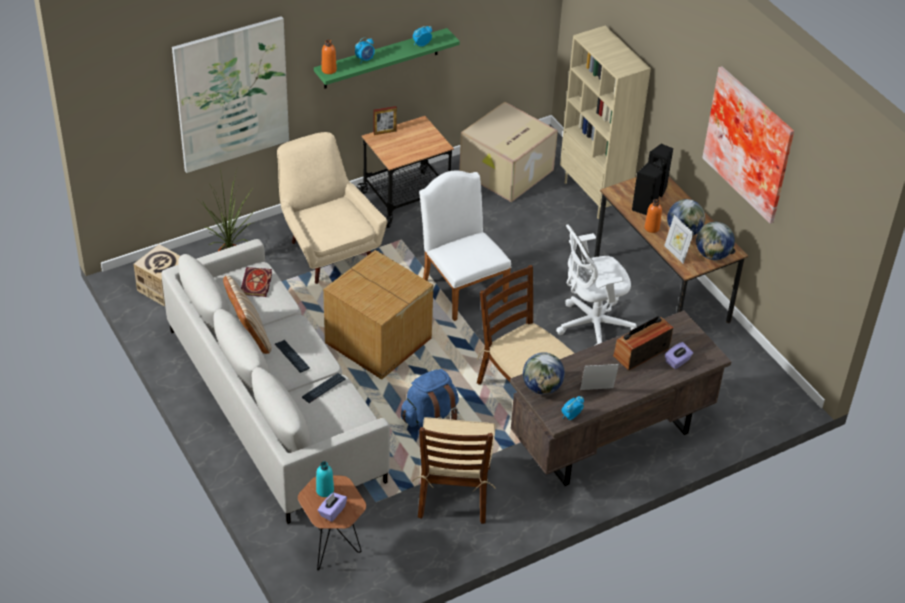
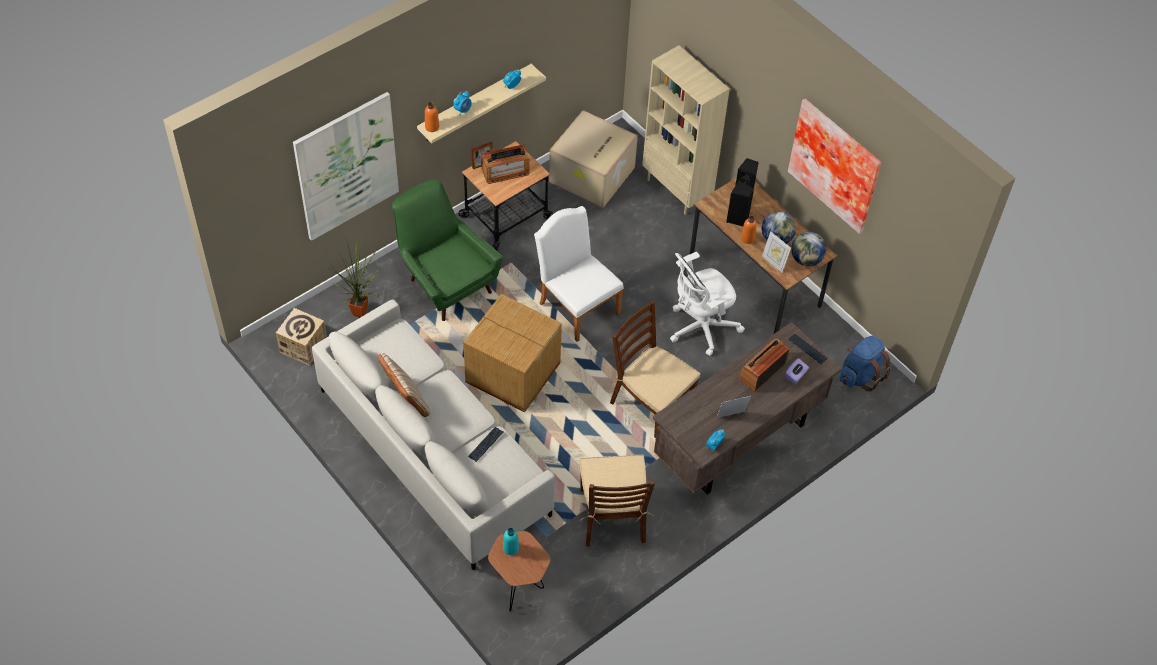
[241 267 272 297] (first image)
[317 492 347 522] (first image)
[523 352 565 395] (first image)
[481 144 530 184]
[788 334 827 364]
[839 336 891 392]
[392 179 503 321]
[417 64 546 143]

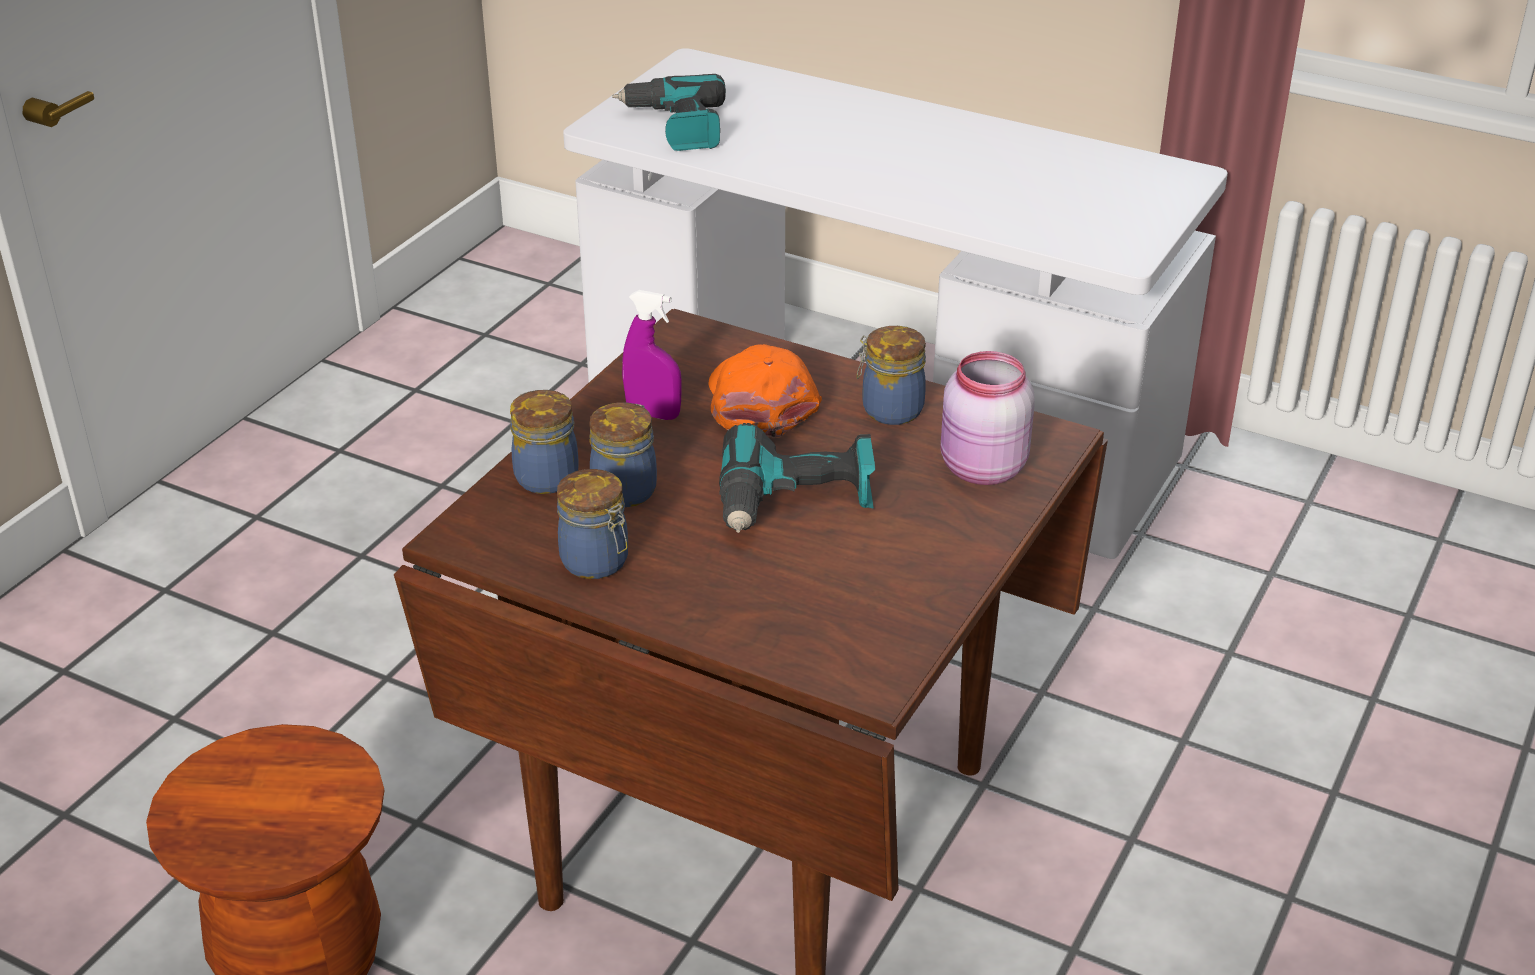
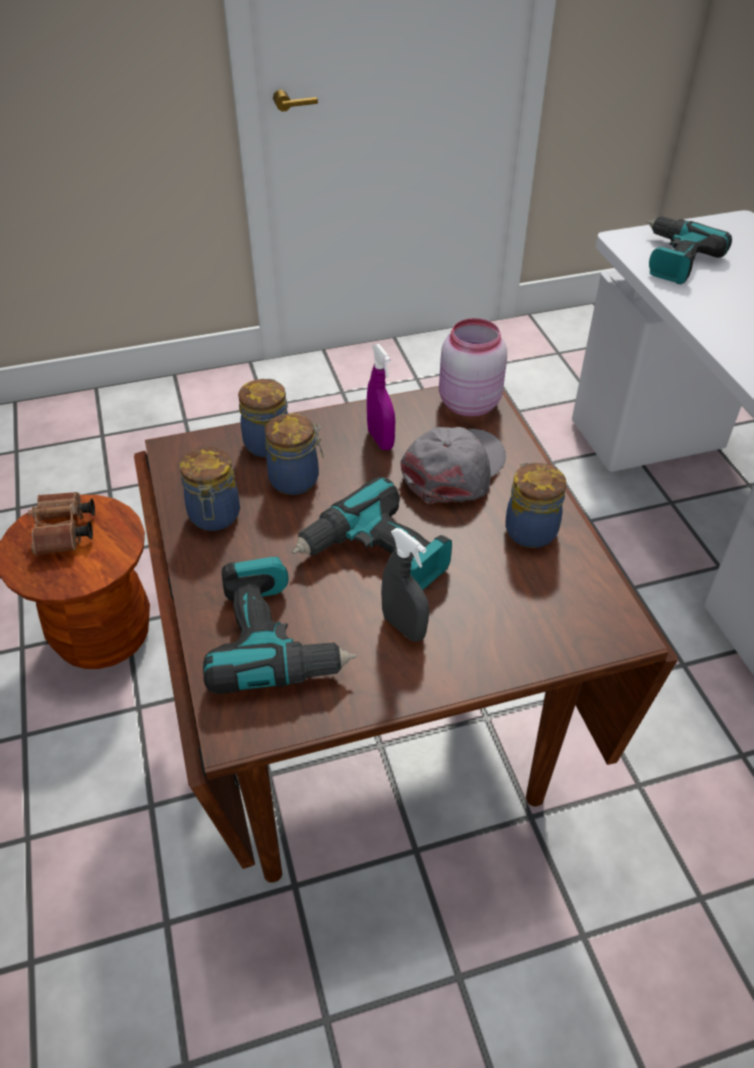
[28 492 95 555]
[203 557 357 694]
[381 528 429 642]
[439 318 507 417]
[400 427 506 504]

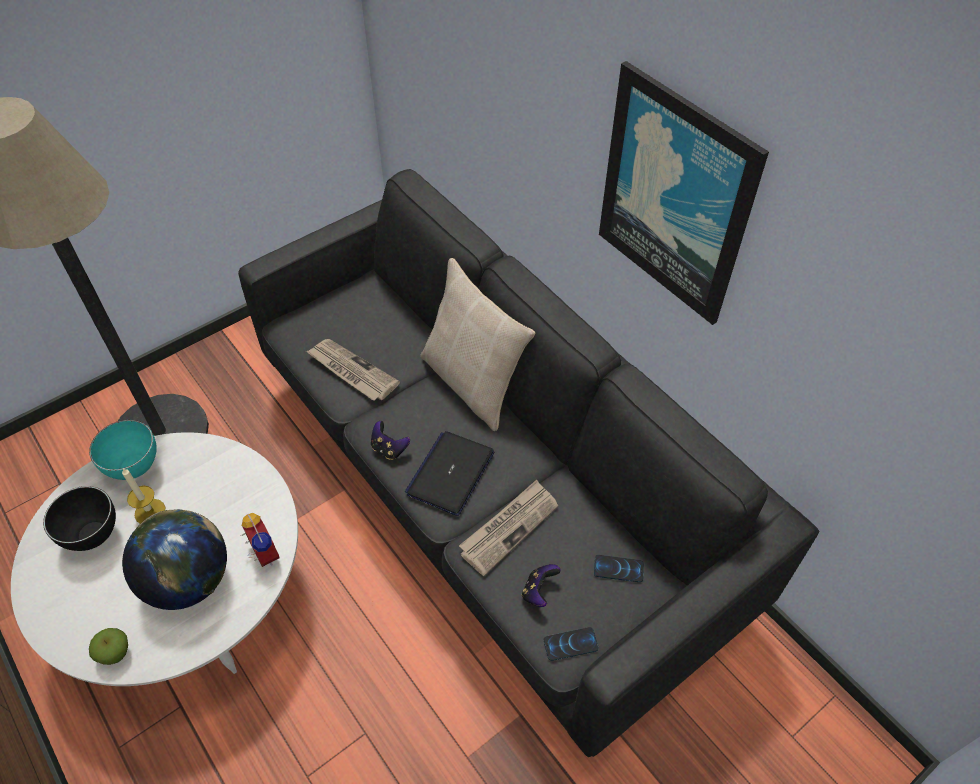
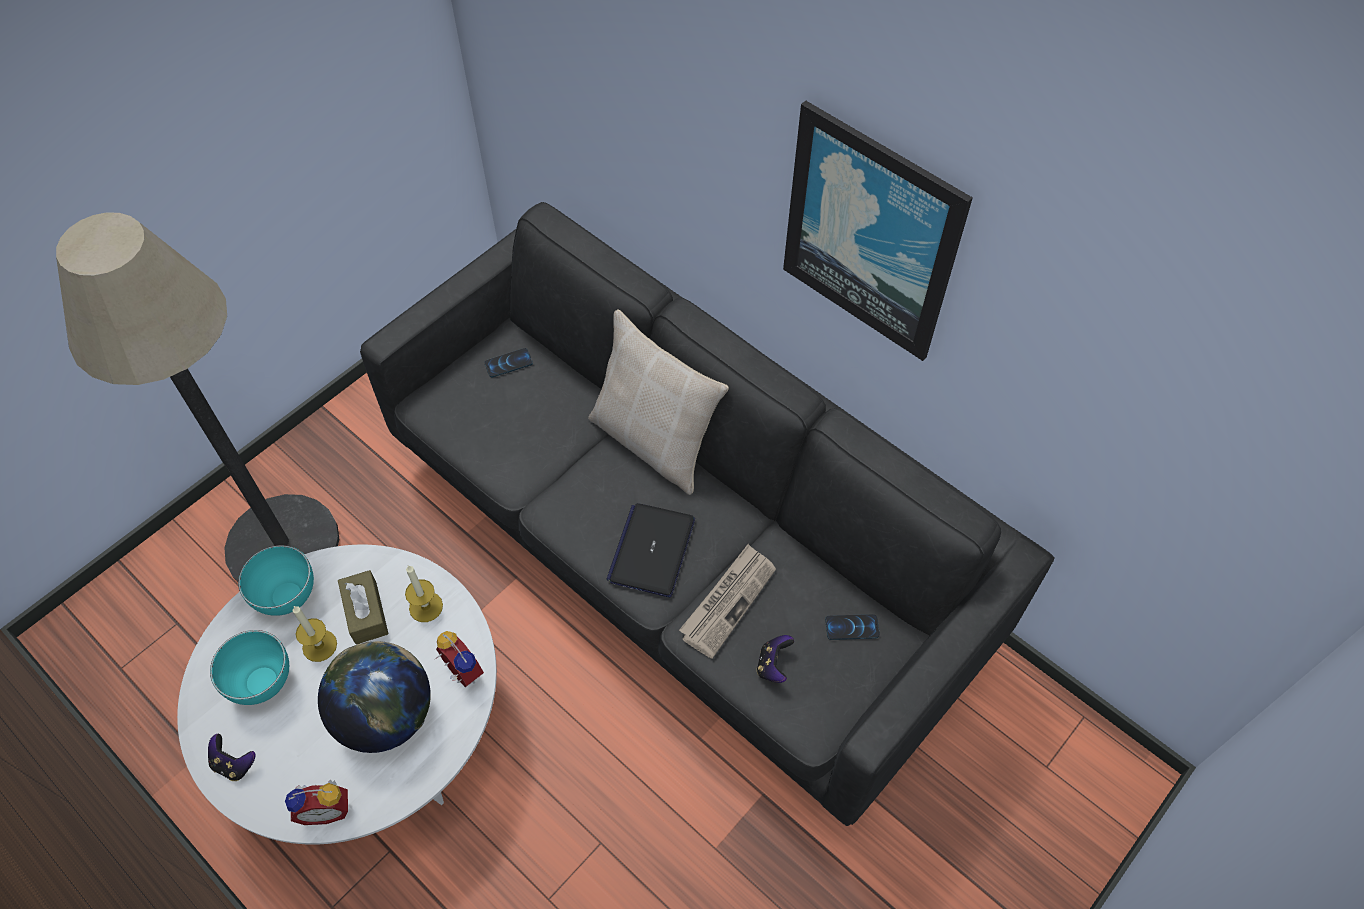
[306 339 400 401] (first image)
[338 570 389 645]
[405 565 443 622]
[208 734 256 781]
[484 348 533 377]
[285 779 348 825]
[210 630 289 705]

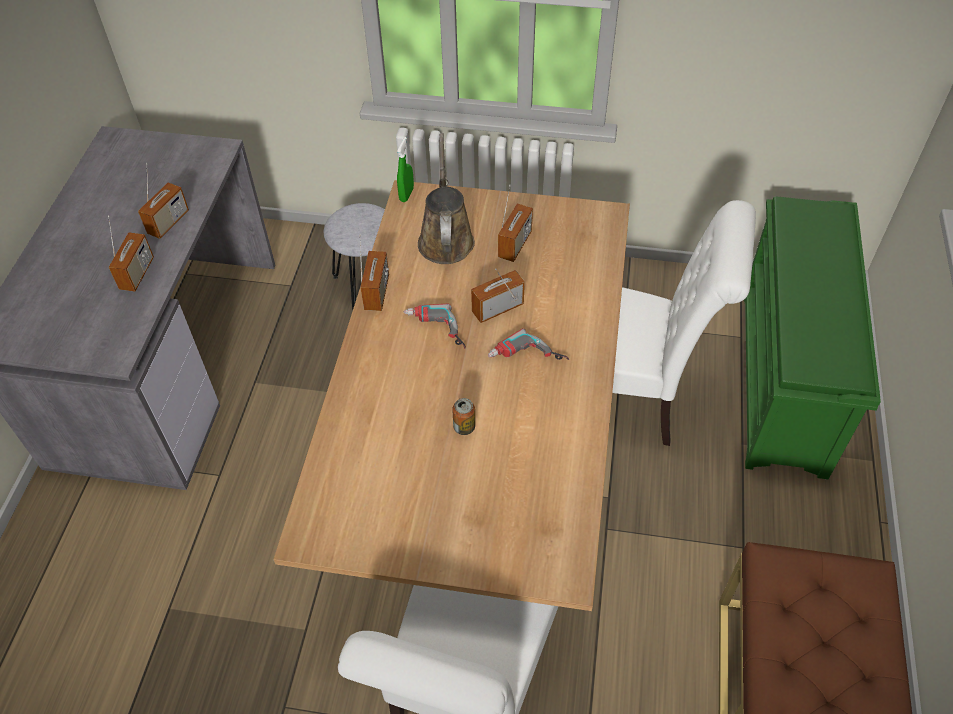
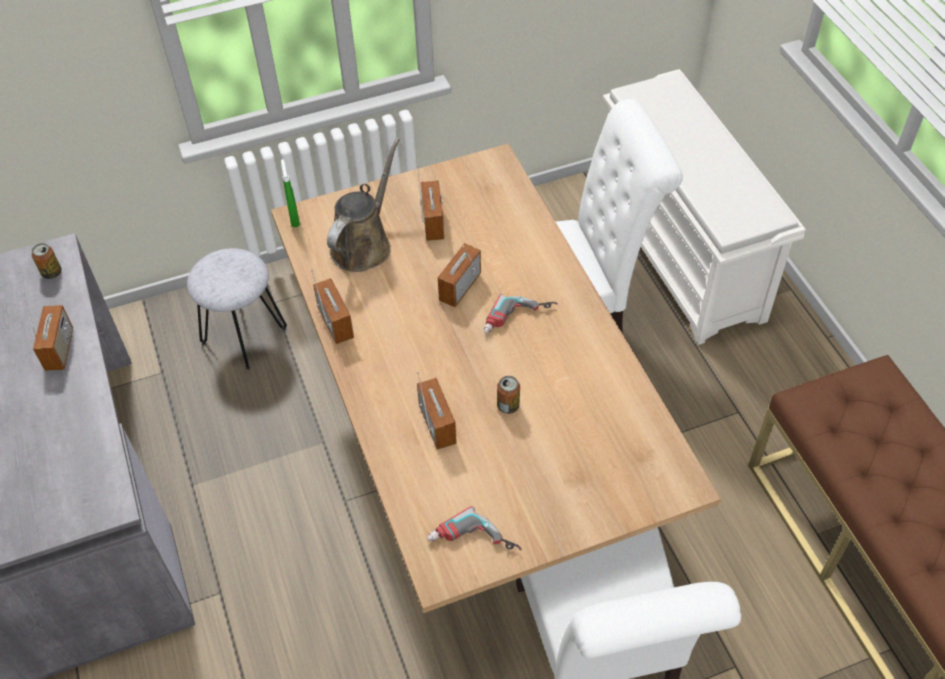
[32 243 62 279]
[417 372 457 450]
[426 506 522 550]
[603 69 806 345]
[327 138 400 272]

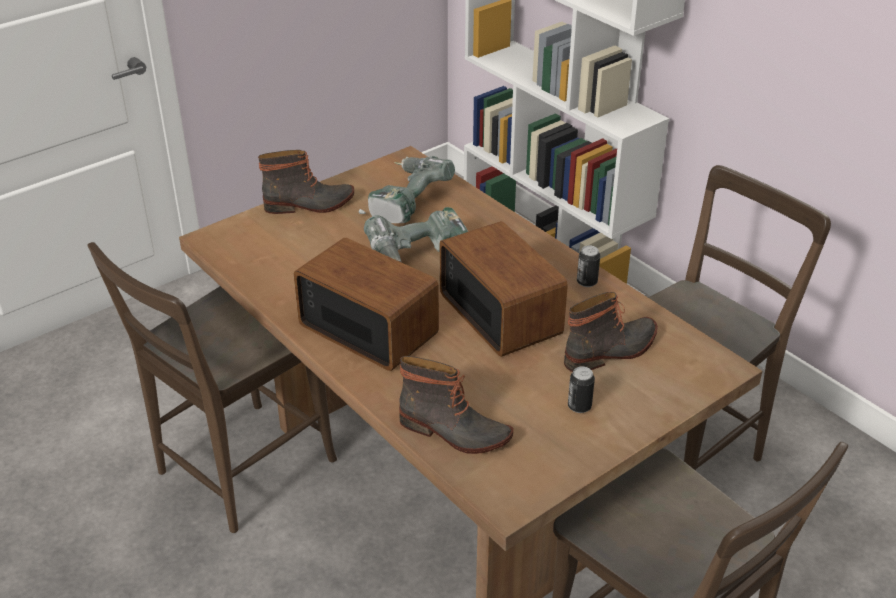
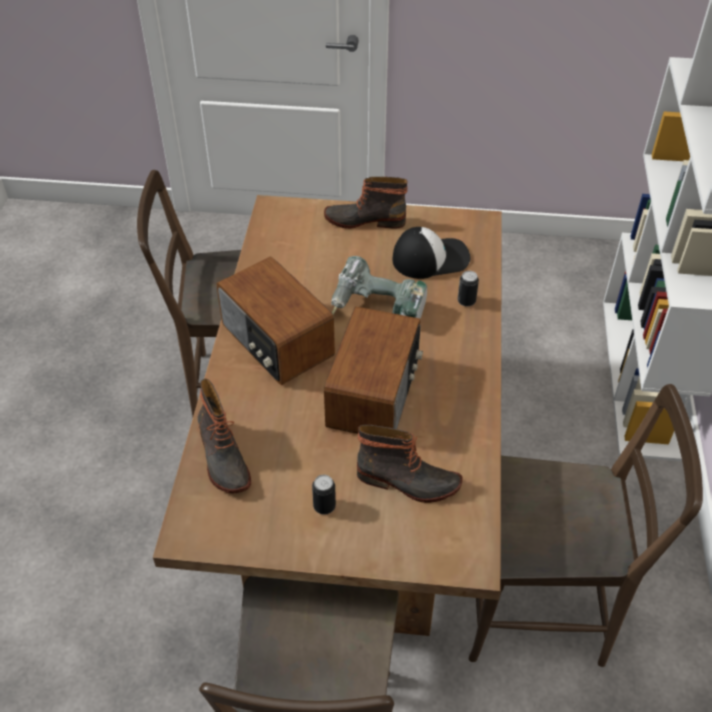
[458 271 479 306]
[392 227 471 279]
[324 177 408 229]
[216 256 335 385]

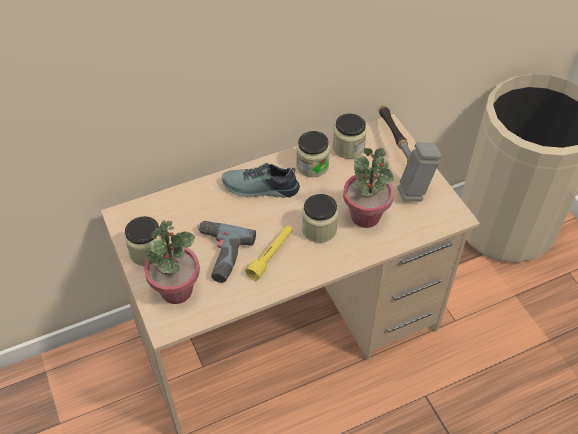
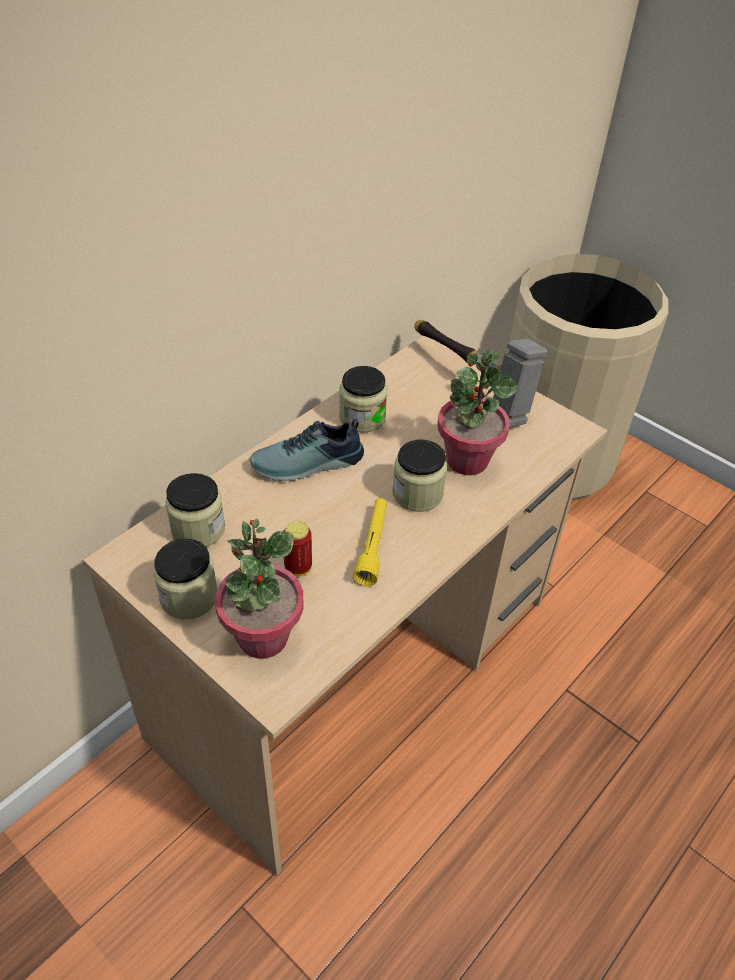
[166 473 225 547]
[284 521 312 576]

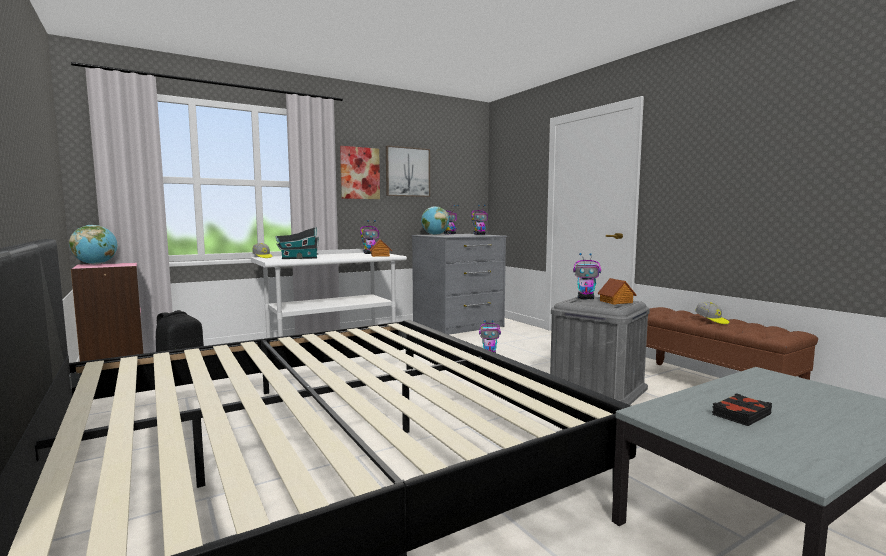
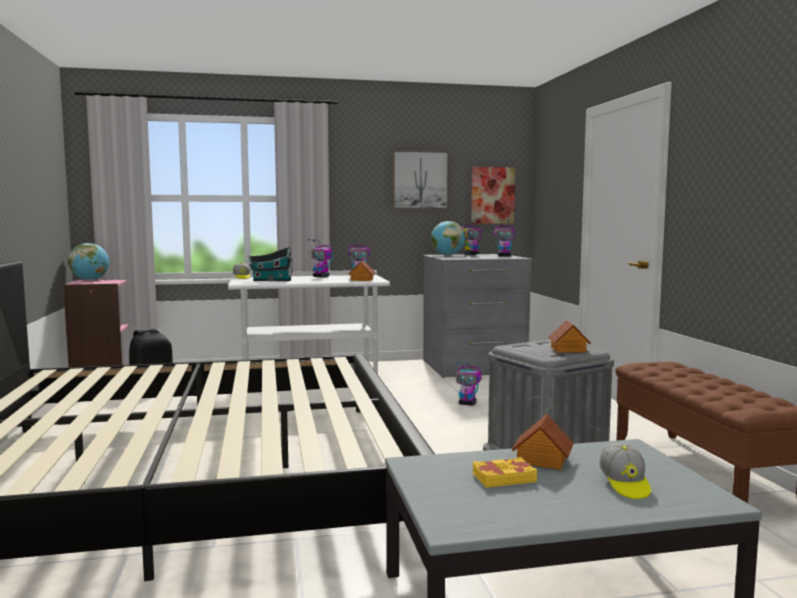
[512 414 574 470]
[471 167 515 224]
[308 239 333 278]
[600 443 651 499]
[472 457 537 488]

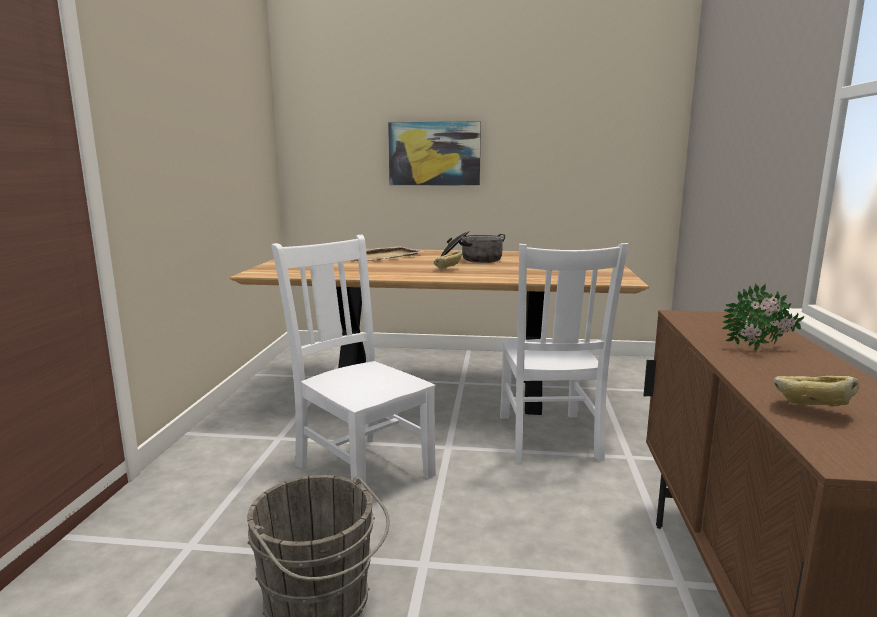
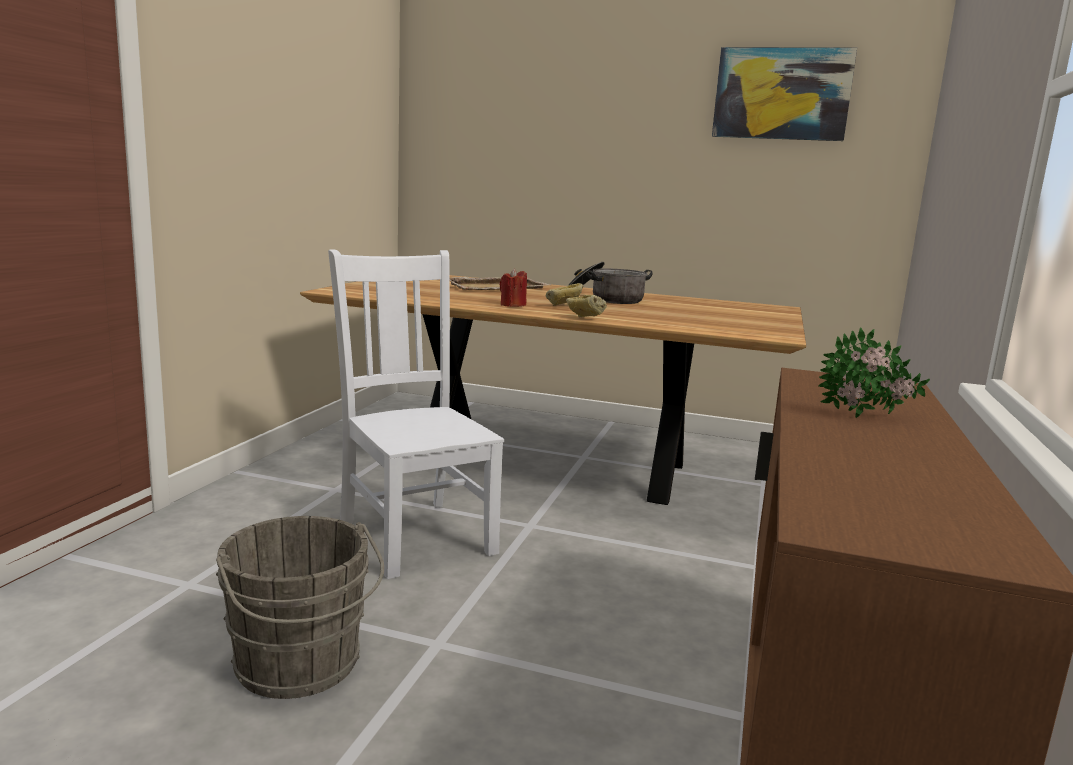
[500 243 629 463] (first image)
[499 268 527 307]
[712 47 857 141]
[566 295 607 317]

